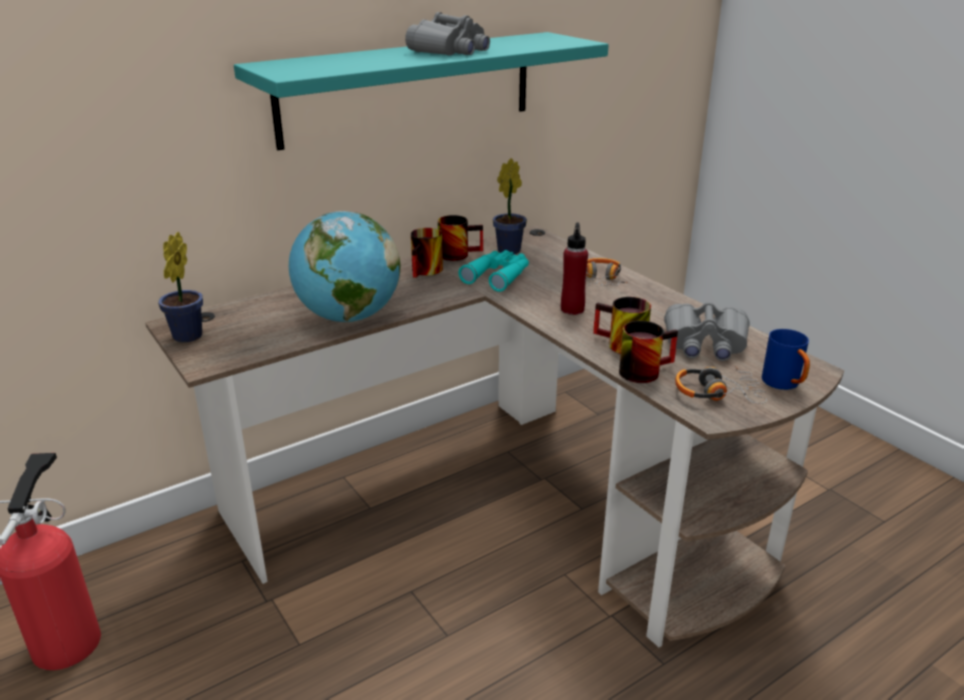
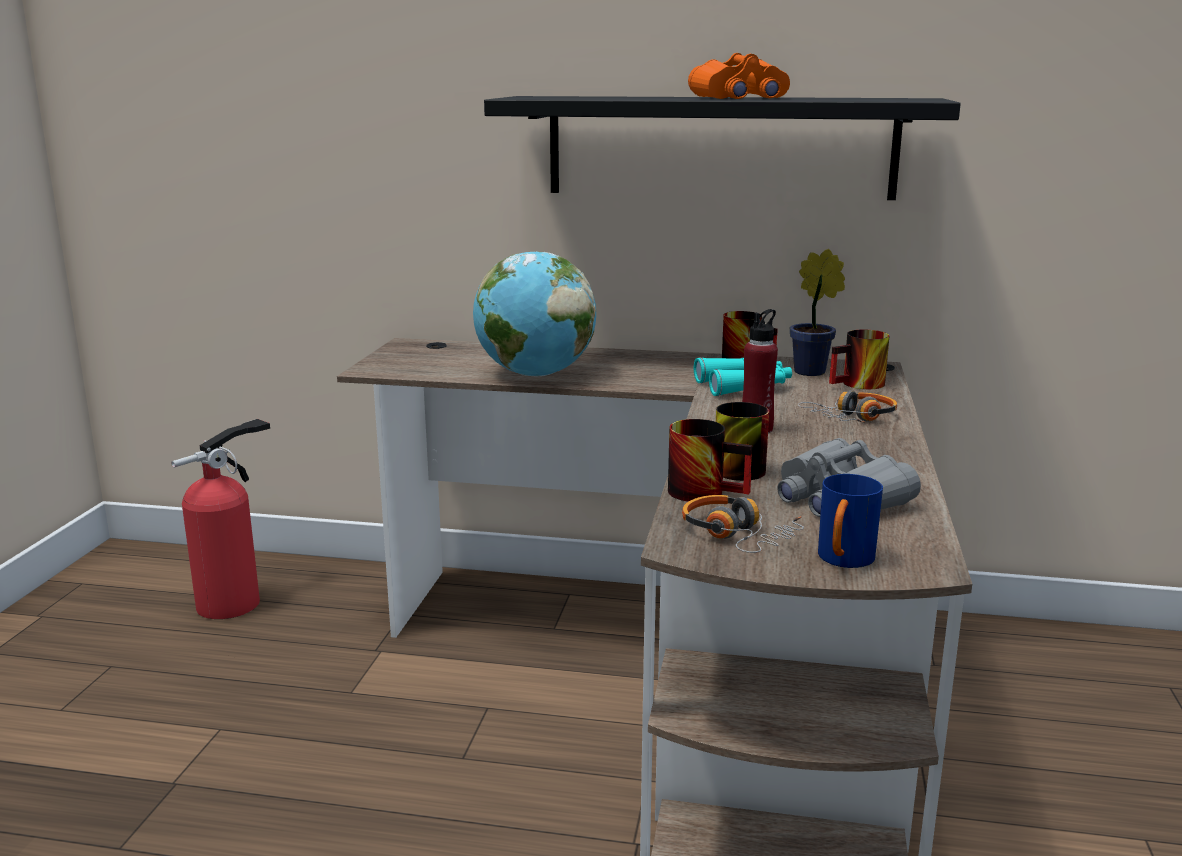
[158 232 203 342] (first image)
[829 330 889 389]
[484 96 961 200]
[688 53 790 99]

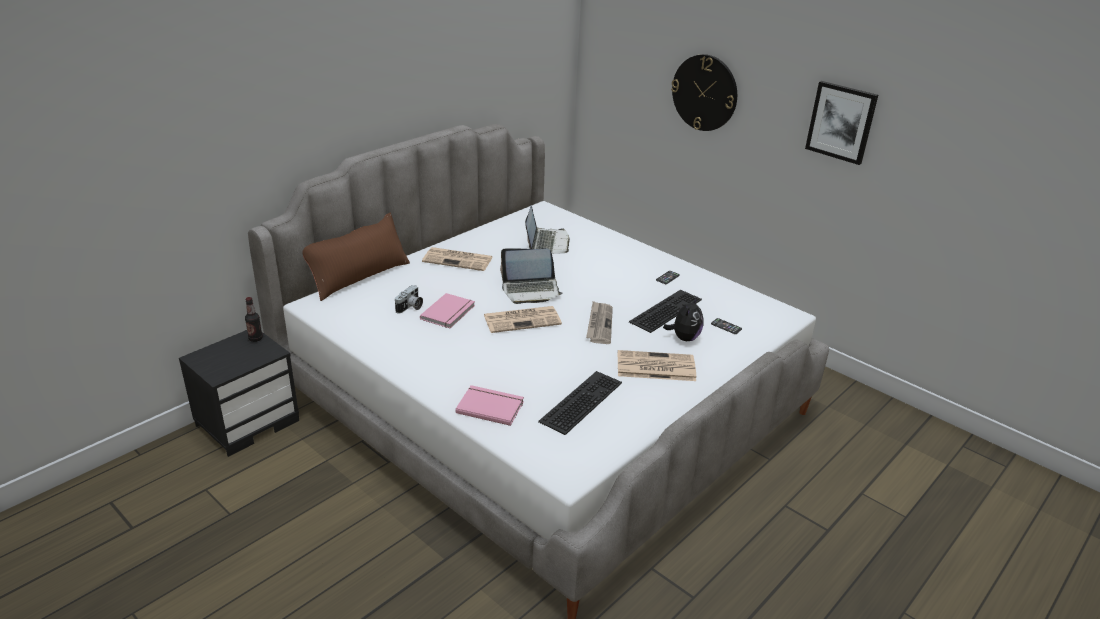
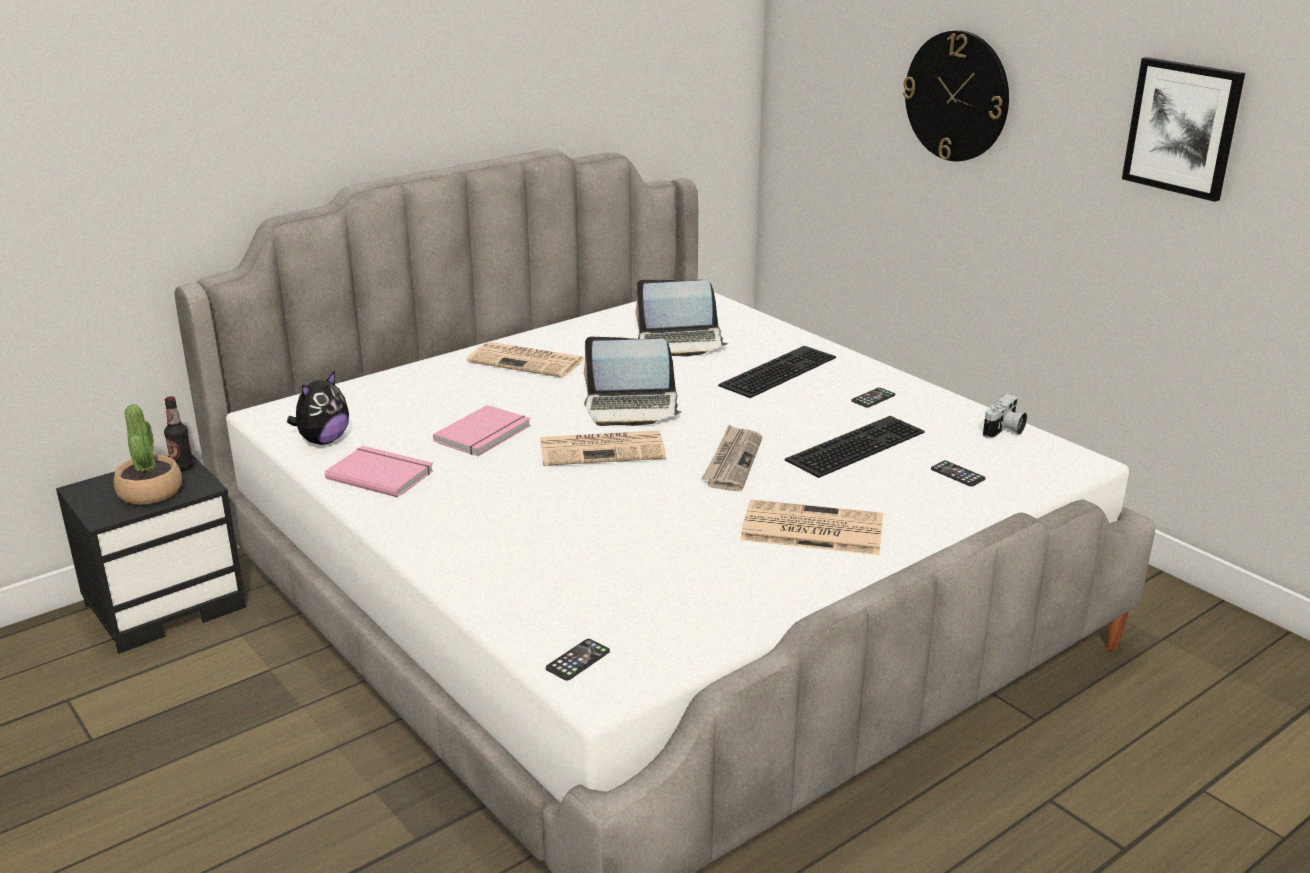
[302 213 410 301] (first image)
[114 404 182 505]
[546 639 610 681]
[983 394 1027 438]
[325 446 434 497]
[718 346 836 398]
[287 371 349 445]
[636 280 728 357]

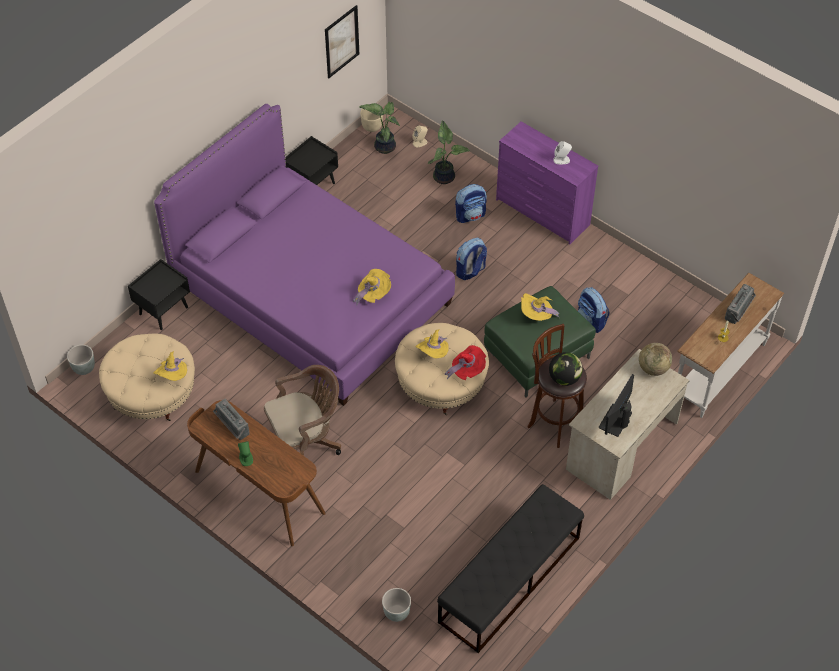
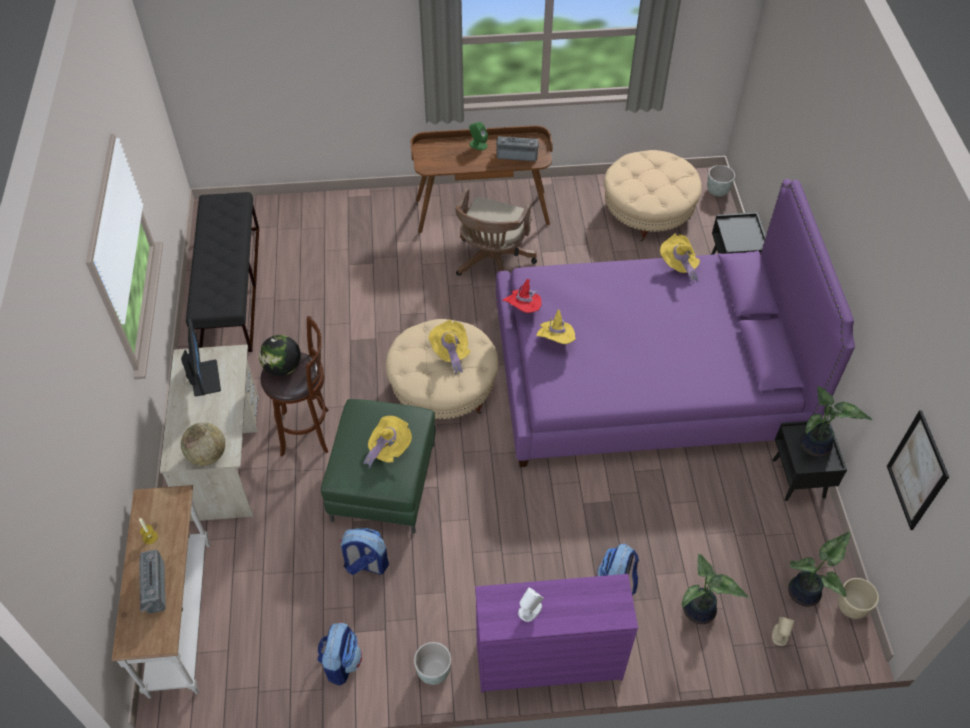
[800 386 872 457]
[660 234 700 284]
[414 642 451 685]
[503 278 542 313]
[317 622 362 686]

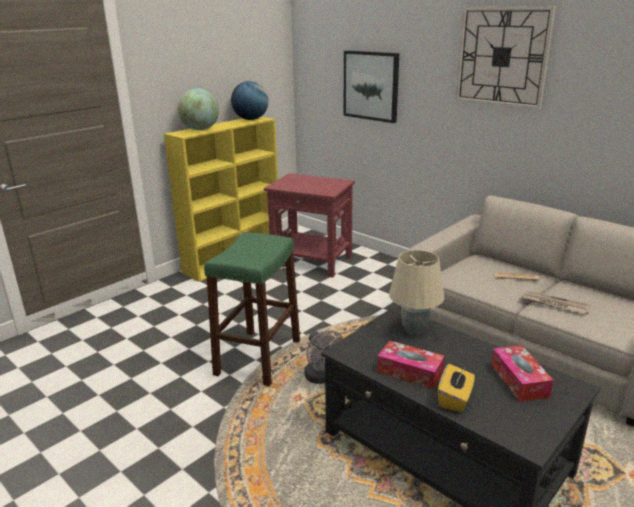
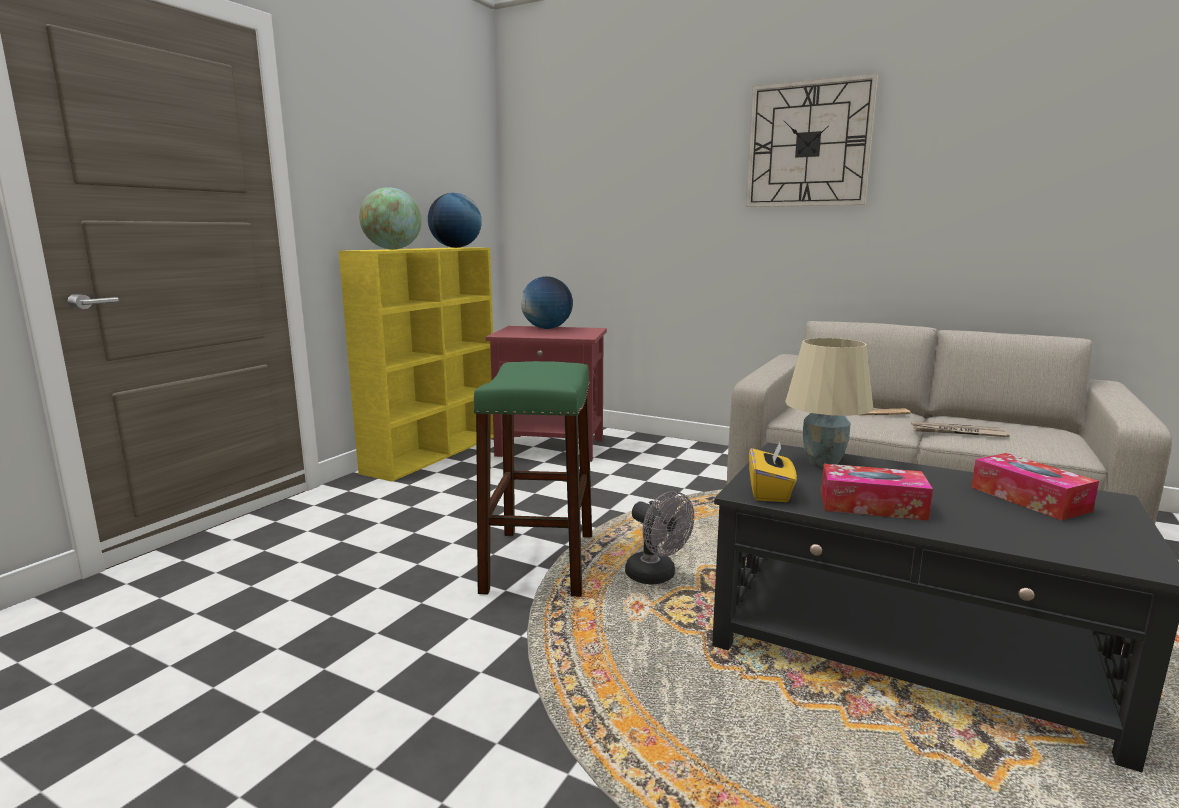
[344 50 399 123] (first image)
[521 276 573 329]
[749 442 797 502]

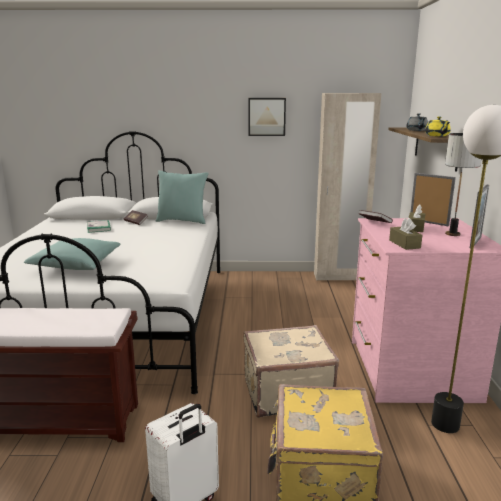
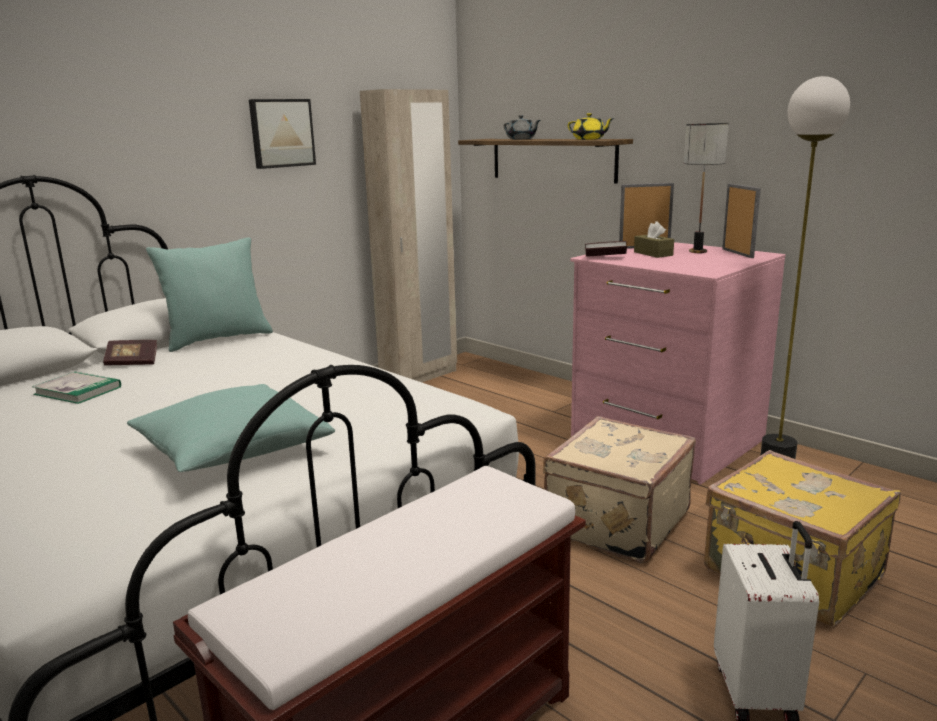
[389 218 422 250] (first image)

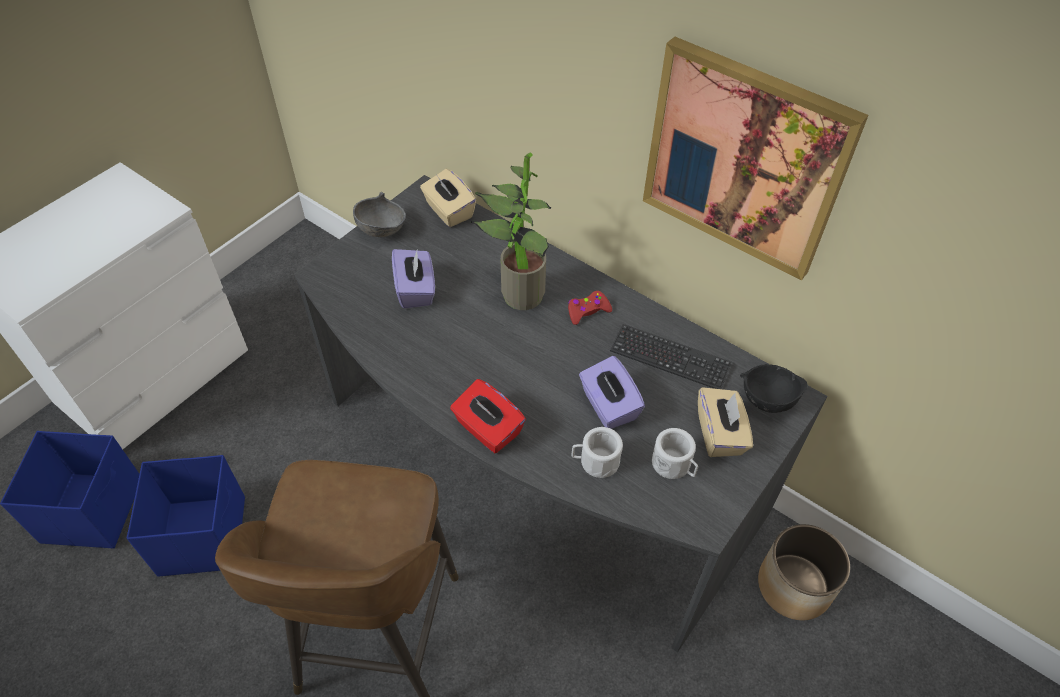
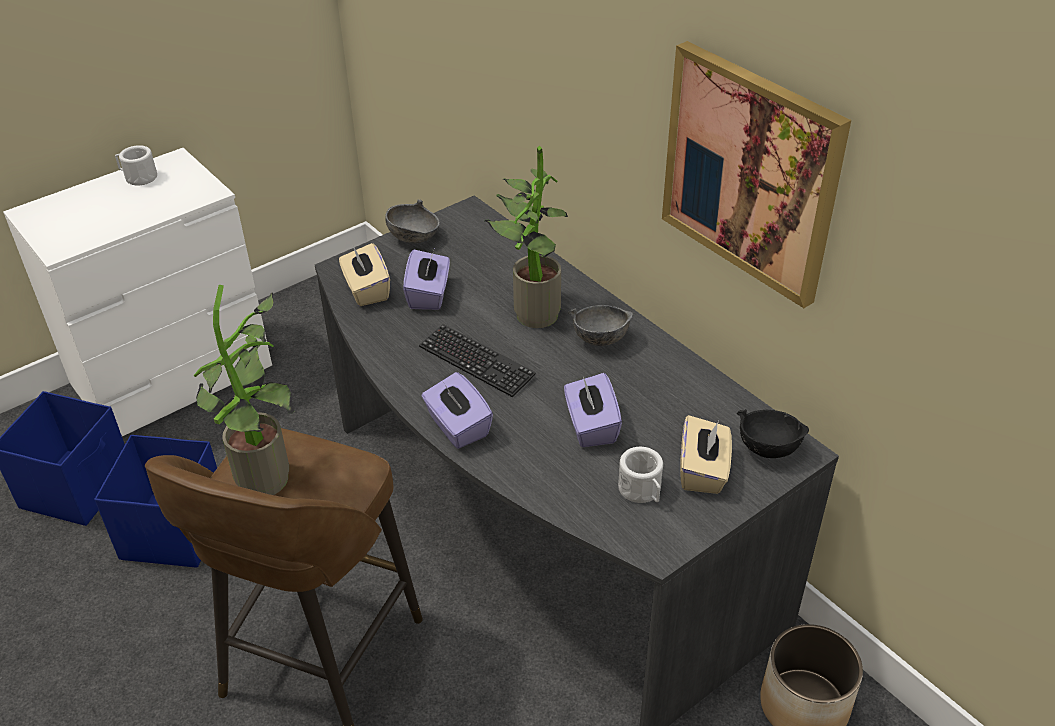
[194 285 294 495]
[339 243 390 306]
[115 145 157 185]
[419 324 536 397]
[568 305 633 346]
[421 372 493 449]

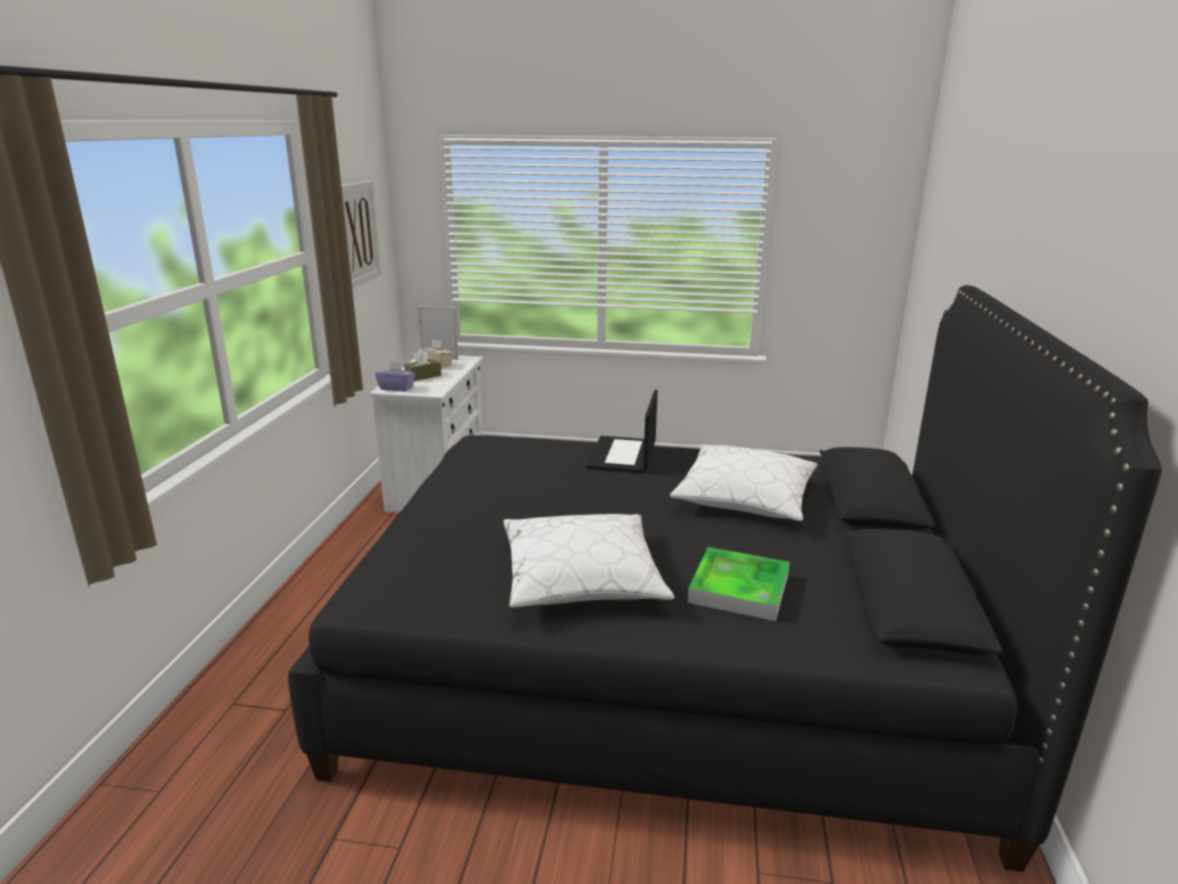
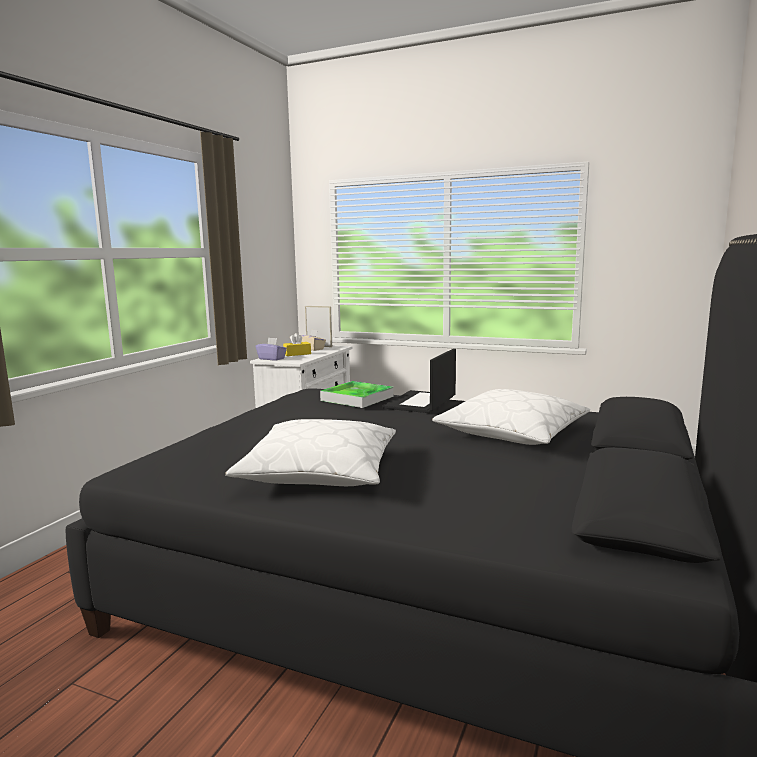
[341 181 381 288] (first image)
[320 381 393 408]
[283 333 311 356]

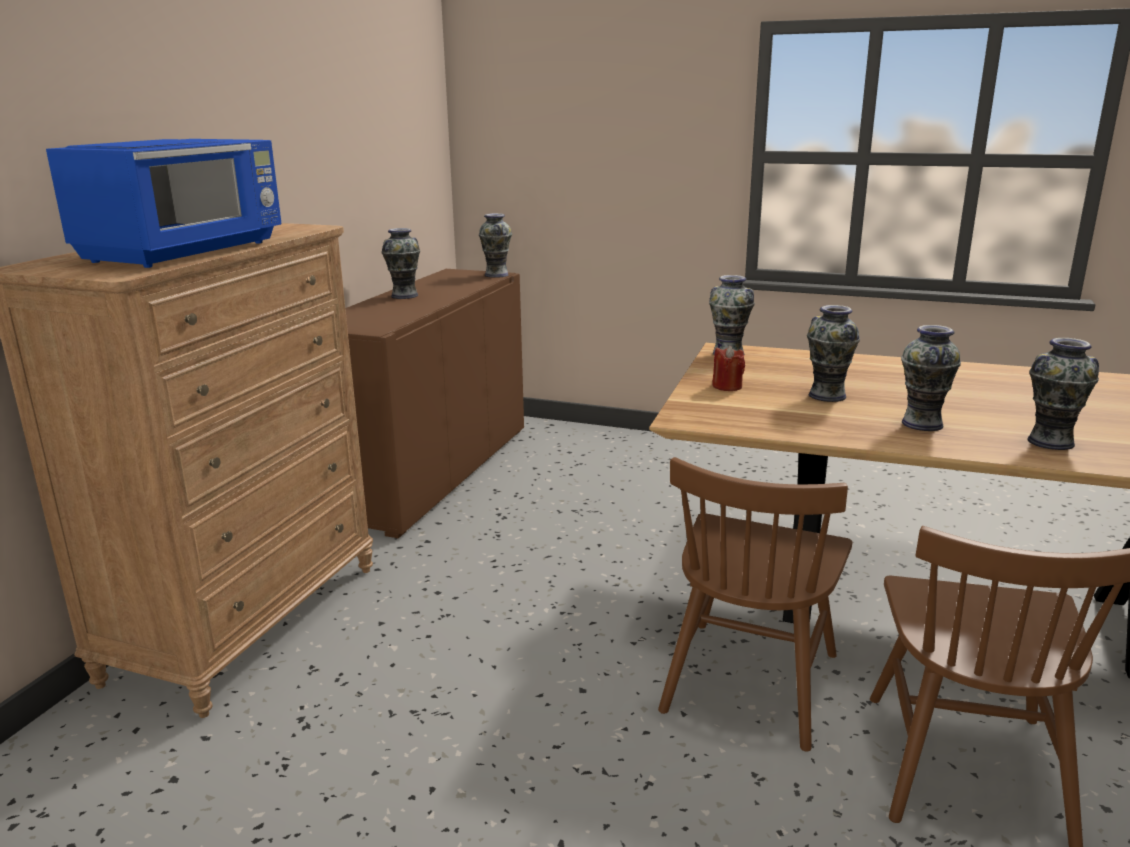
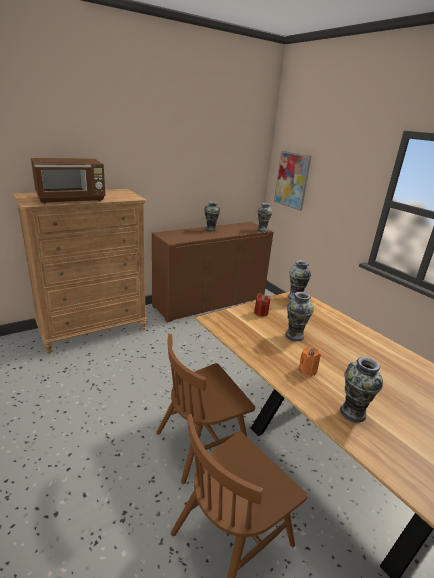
[274 151 311 211]
[298 347 321 376]
[31 158 105 204]

